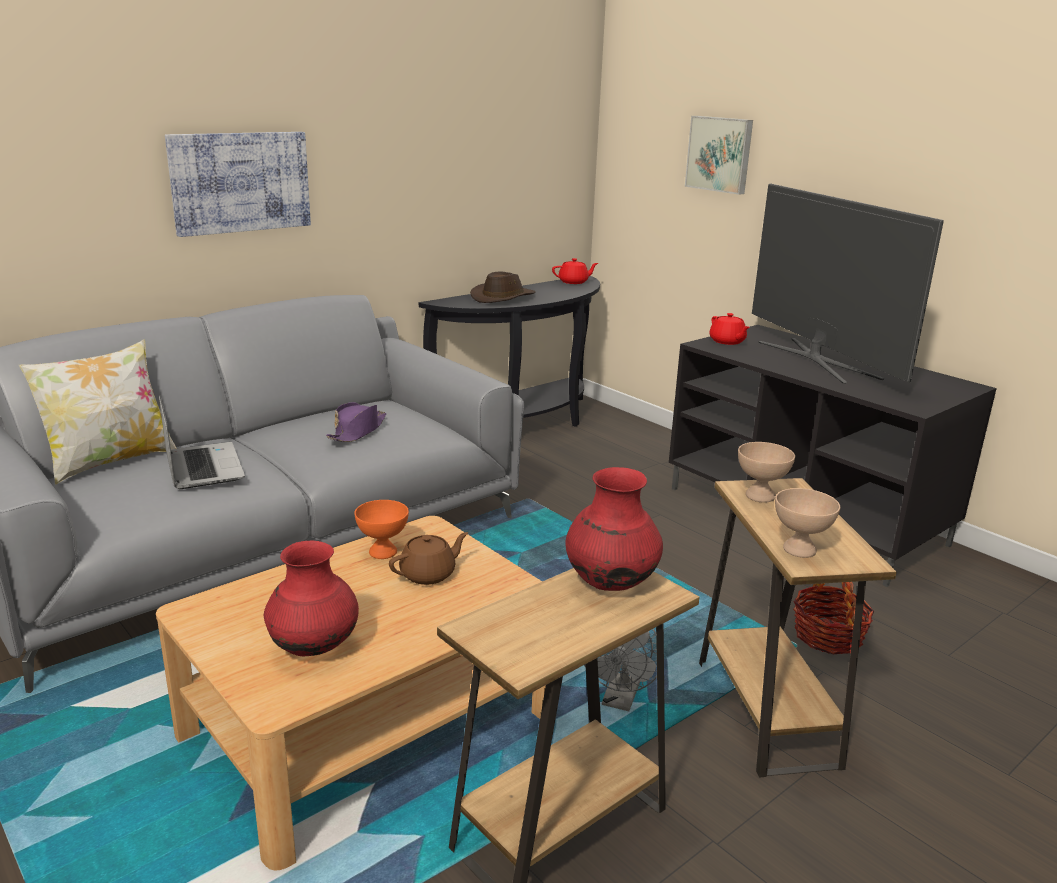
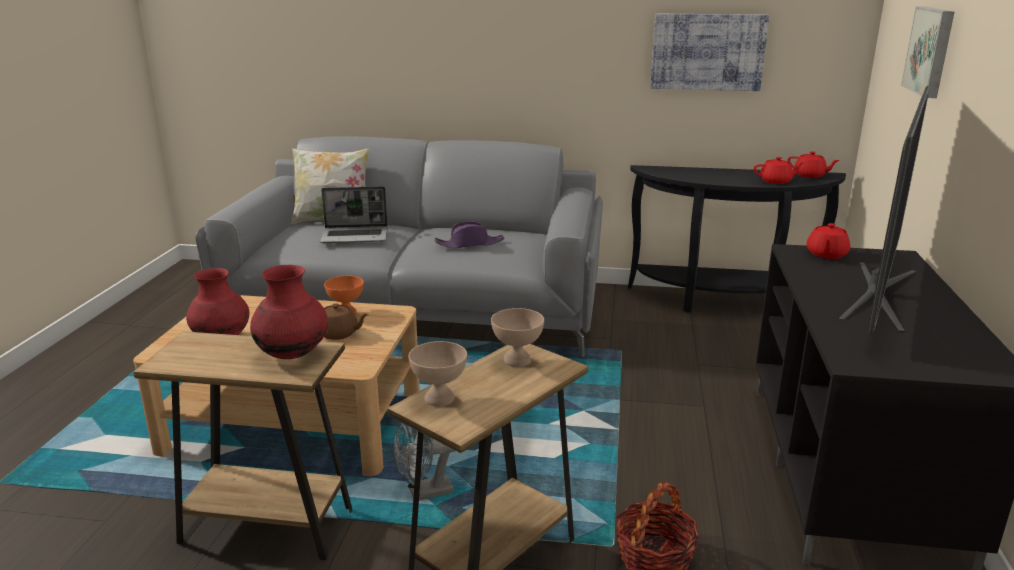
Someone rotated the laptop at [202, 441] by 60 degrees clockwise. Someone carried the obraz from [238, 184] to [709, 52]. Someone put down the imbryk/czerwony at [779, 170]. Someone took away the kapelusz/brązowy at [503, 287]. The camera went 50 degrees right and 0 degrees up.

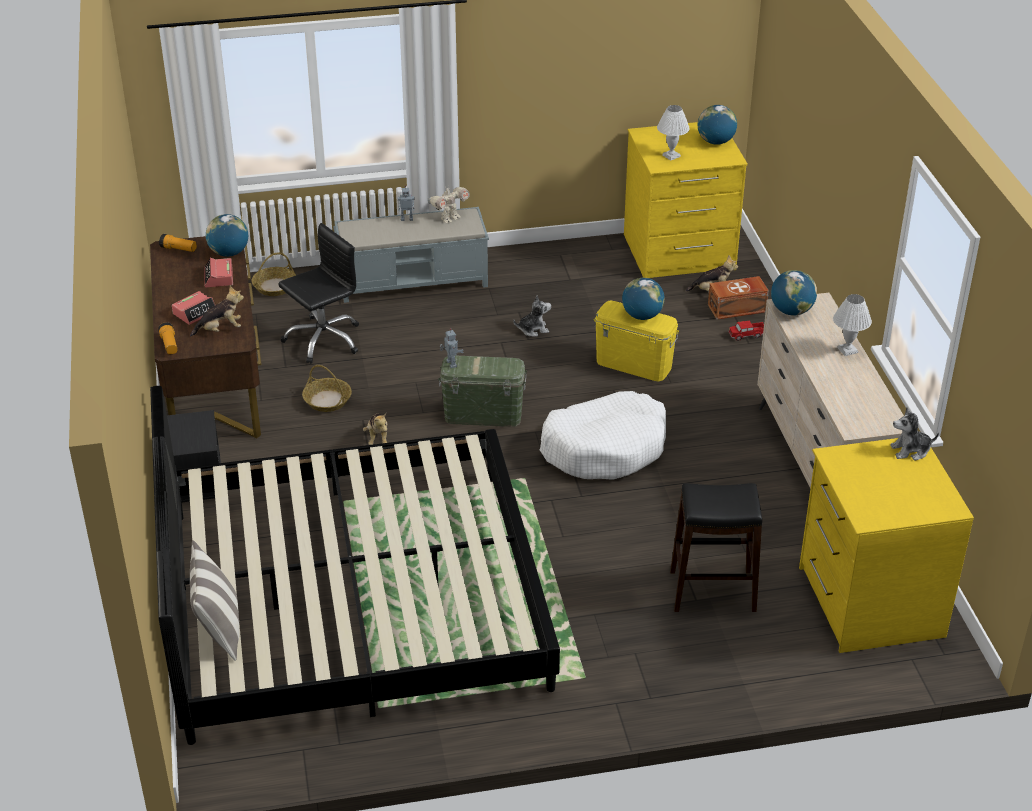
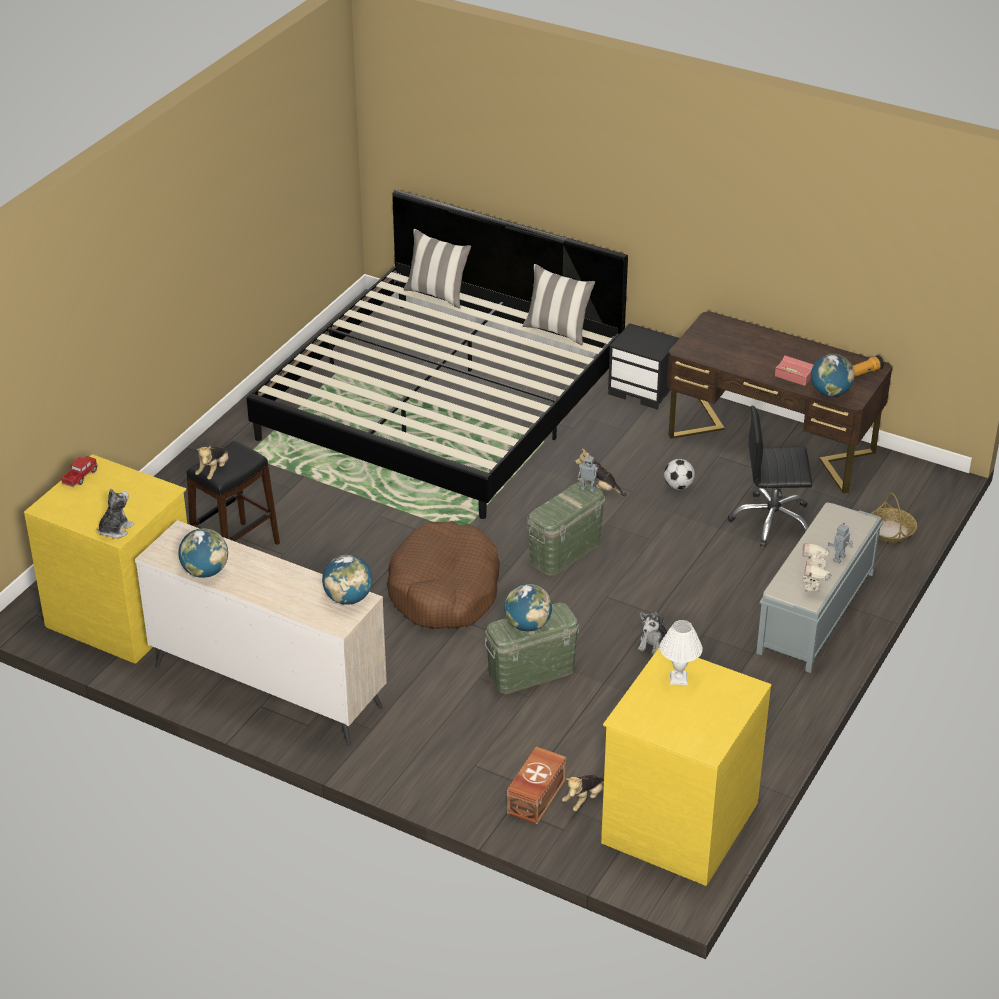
Someone carried the ciężarówka zabawkowa from [746, 331] to [79, 471]. Someone carried the globus from [717, 125] to [203, 553]. Someone carried the pluszak from [217, 311] to [211, 463]. Someone repainted the legowisko/biały at [603, 435], which became the legowisko/brązowy at [443, 575]. Someone repainted the pojemnik do przechowywania/żółty at [636, 341], which became the pojemnik do przechowywania/zielony at [532, 648]. Someone put down the poduszka at [559, 304]. Someone swapped the koszyk at [327, 388] for the piłka futbolowa at [679, 474]. Someone rotated the krzesło biurowe/czarny at [318, 293] by 90 degrees clockwise. Someone took away the latarka at [167, 338]. Someone took away the budzik at [193, 308]. Someone took away the lampa stołowa/biały at [852, 325]. The camera went 130 degrees right and 0 degrees up.

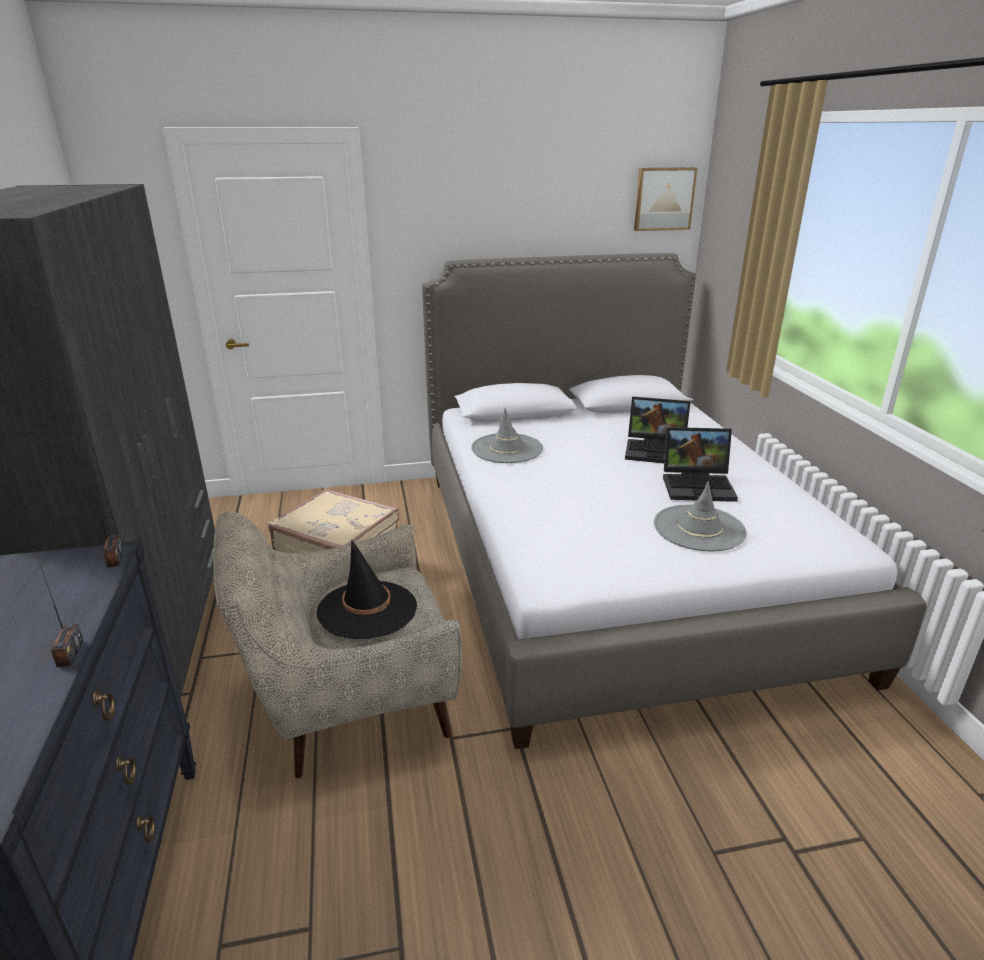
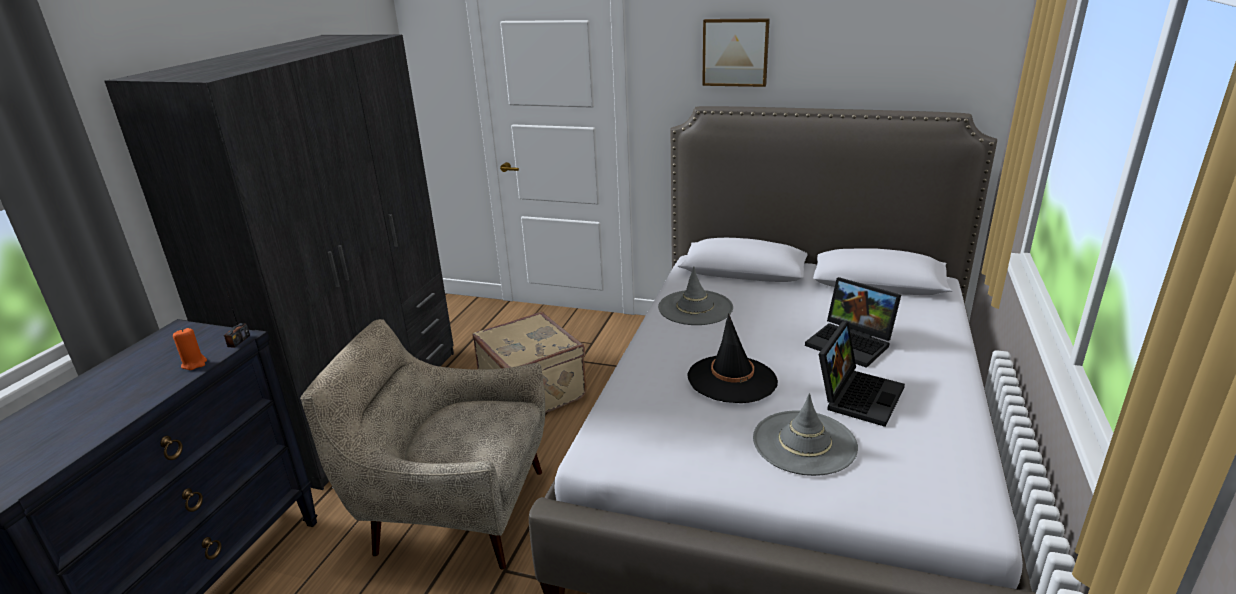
Someone put down the świeca/pomarańczowy at [190, 349]. Someone carried the kapelusz/czarny from [367, 589] to [732, 358]. Someone carried the obraz from [665, 199] to [736, 52]. Someone rotated the laptop at [700, 464] by 90 degrees counterclockwise. Someone took away the radio at [61, 614]. The camera went 30 degrees right and 0 degrees up.

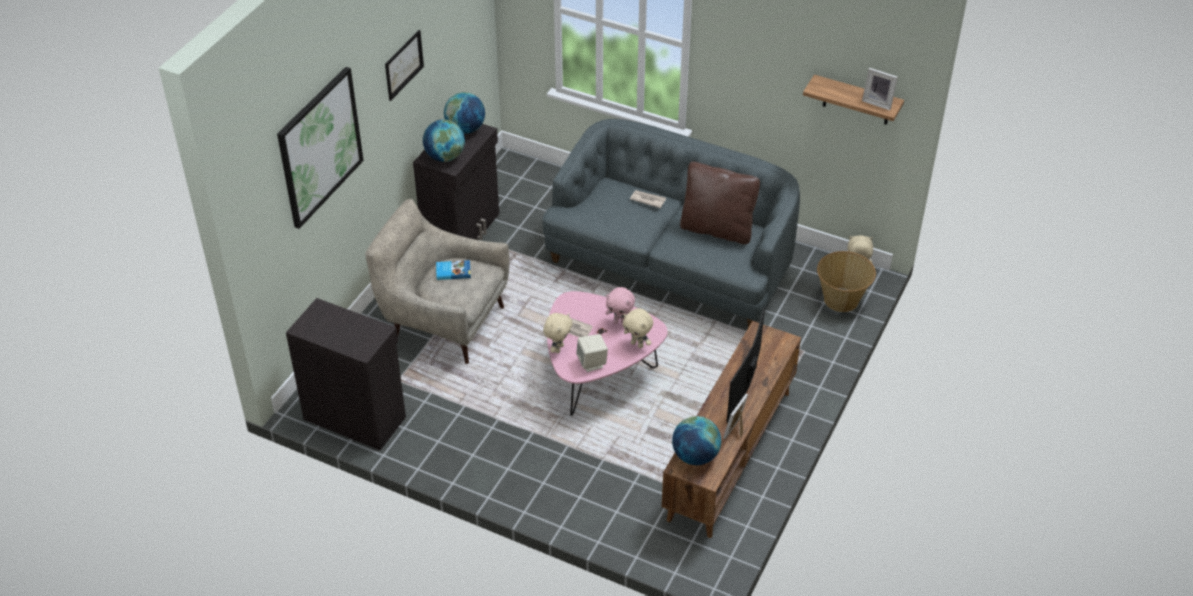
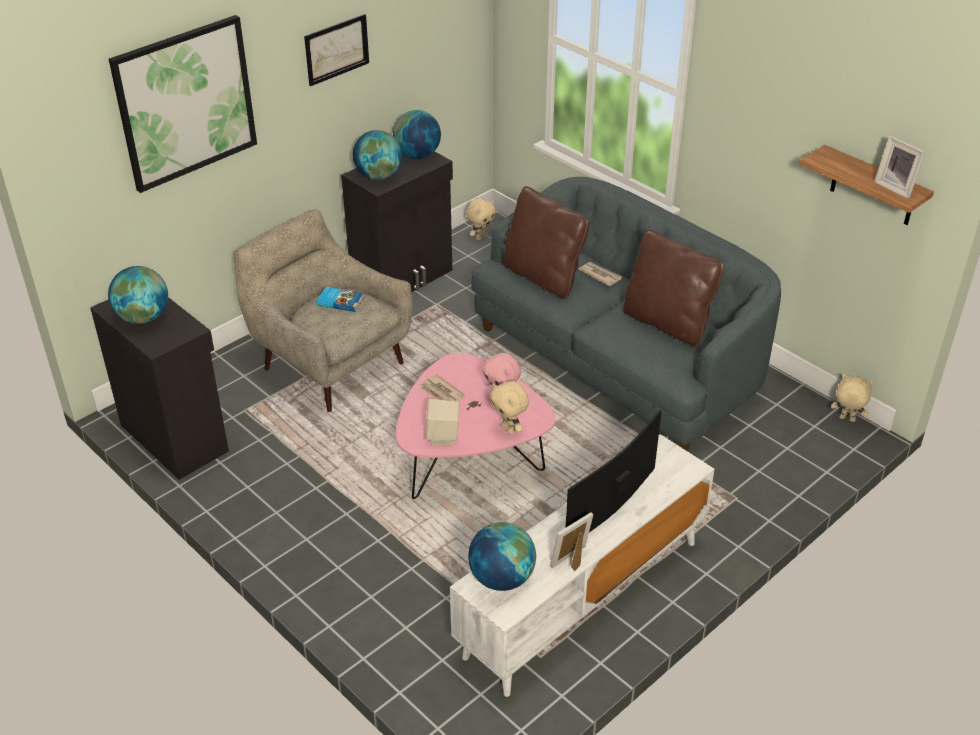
Someone put down the globus at [138, 295]. Someone repainted the szafka pod telewizor/brązowy at [731, 429], which became the szafka pod telewizor/biały at [582, 565]. Someone carried the pluszak/beżowy from [558, 333] to [481, 219]. Someone put down the poduszka/brązowy at [546, 242]. Someone took away the koszyk at [846, 281]. The camera went 20 degrees right and 5 degrees down.

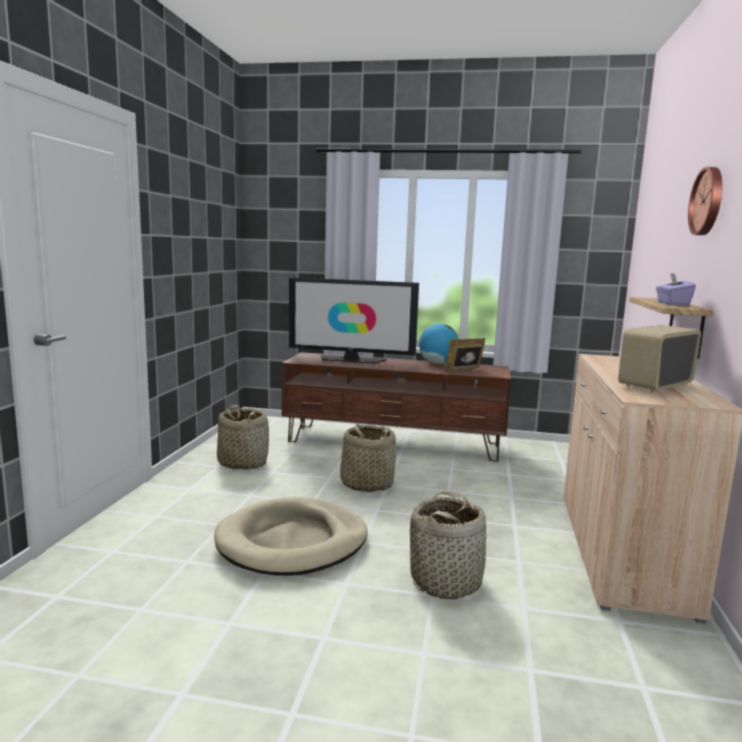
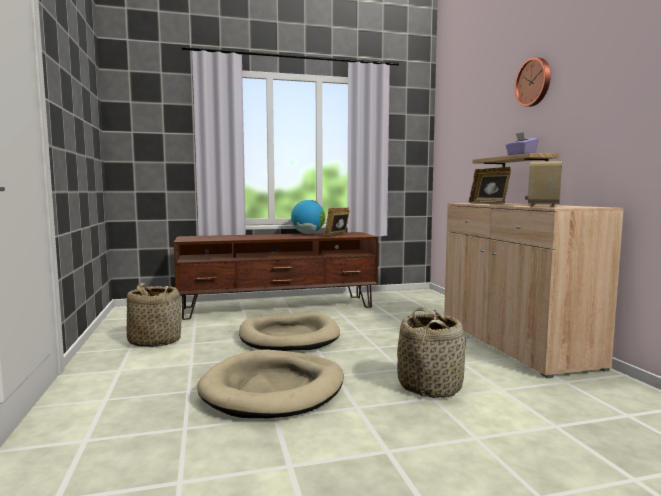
Someone swapped the koszyk at [368, 457] for the legowisko/beżowy at [289, 331]. Someone put down the ramka na zdjęcie at [490, 186]. Someone took away the telewizor at [354, 320]. The camera went 25 degrees left and 5 degrees down.

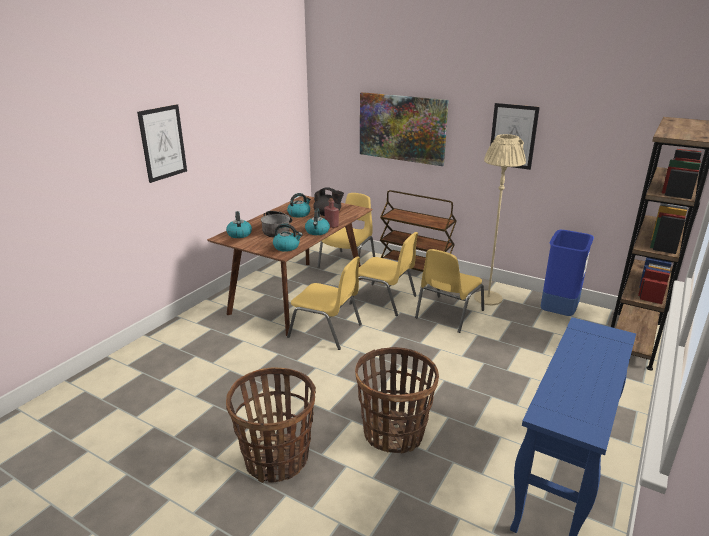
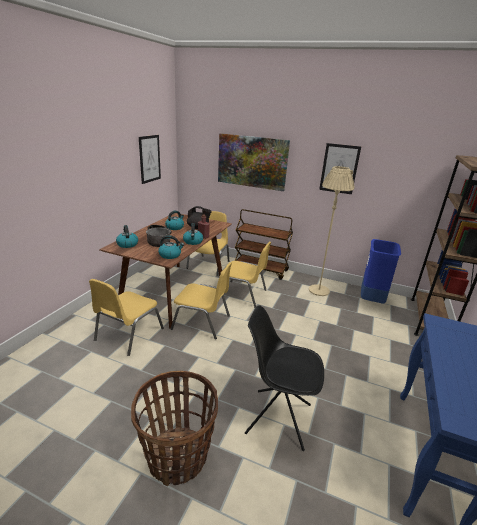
Someone carried the krzesło/żółty from [449, 291] to [126, 317]. Someone carried the obraz from [162, 143] to [150, 159]. Someone swapped the koszyk at [397, 400] for the krzesło/czarny at [284, 378]. The camera went 10 degrees left and 0 degrees up.

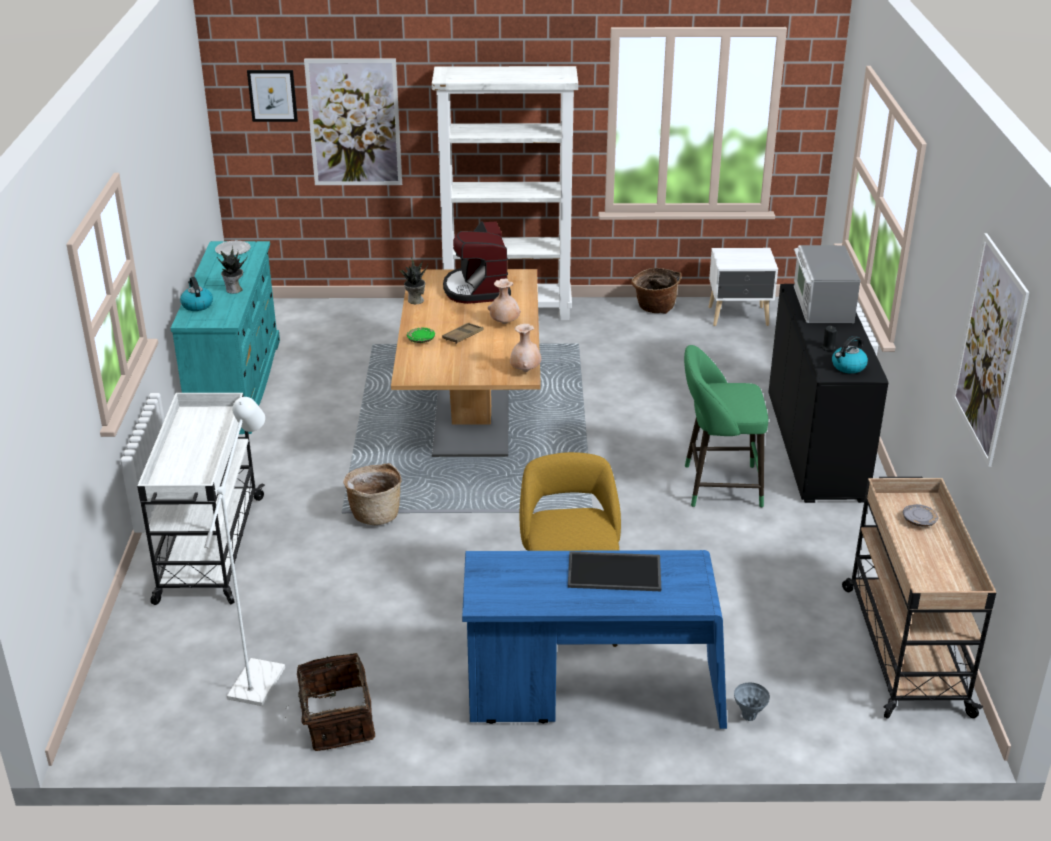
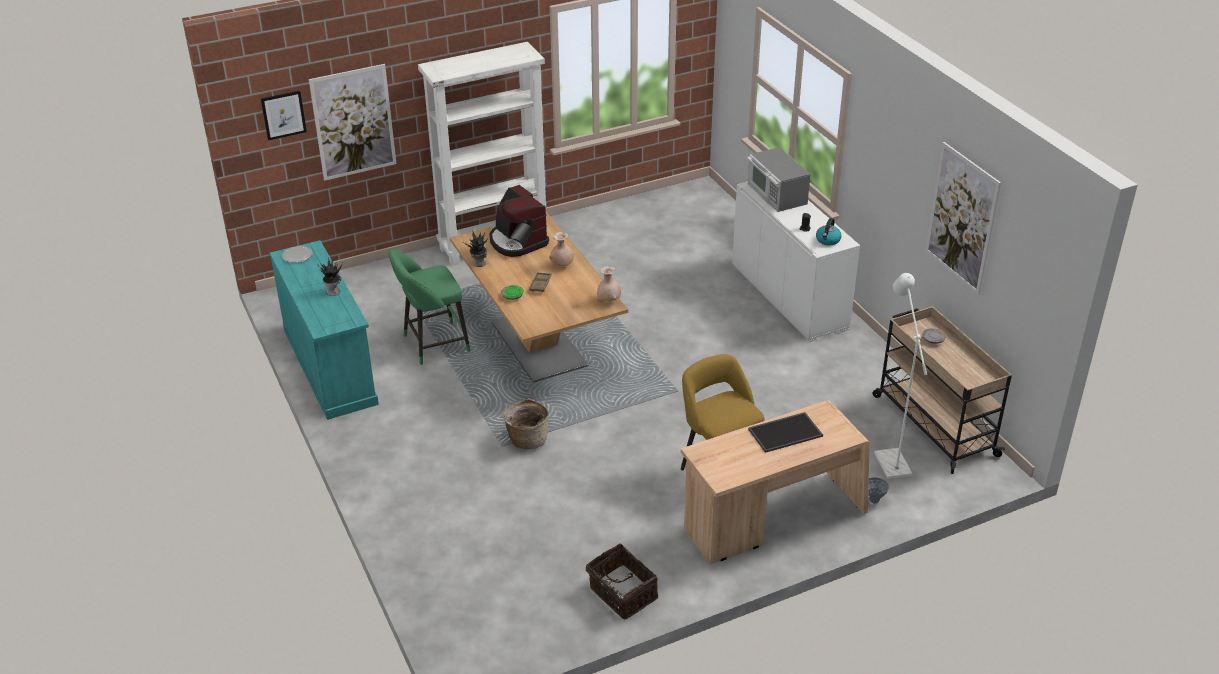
Someone carried the stołek/zielony from [726, 426] to [430, 307]. Someone repainted the biurko/niebieski at [594, 639], which became the biurko/beżowy at [775, 482]. Someone repainted the szafka/czarny at [828, 393], which became the szafka/biały at [796, 261]. Someone carried the lampa stojąca/biały from [244, 551] to [900, 376]. Someone took away the wózek/biały at [201, 499]. Someone took away the czajnik at [196, 294]. Someone took away the koszyk at [656, 291]. Someone took away the szafka nocna/biały at [743, 287]. The camera went 25 degrees left and 5 degrees up.

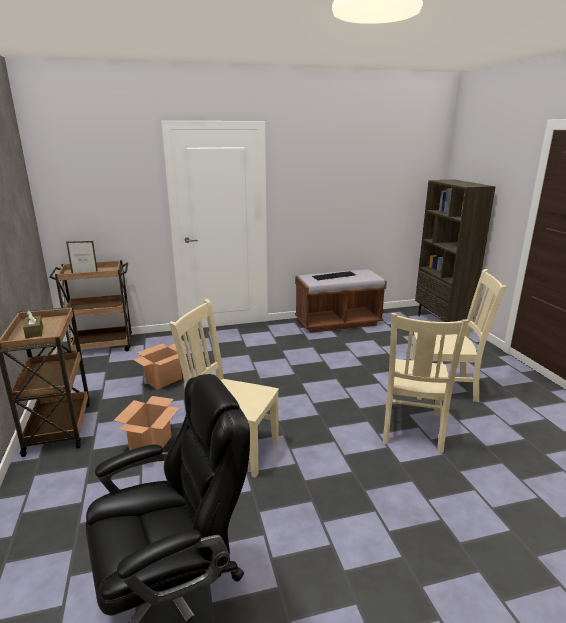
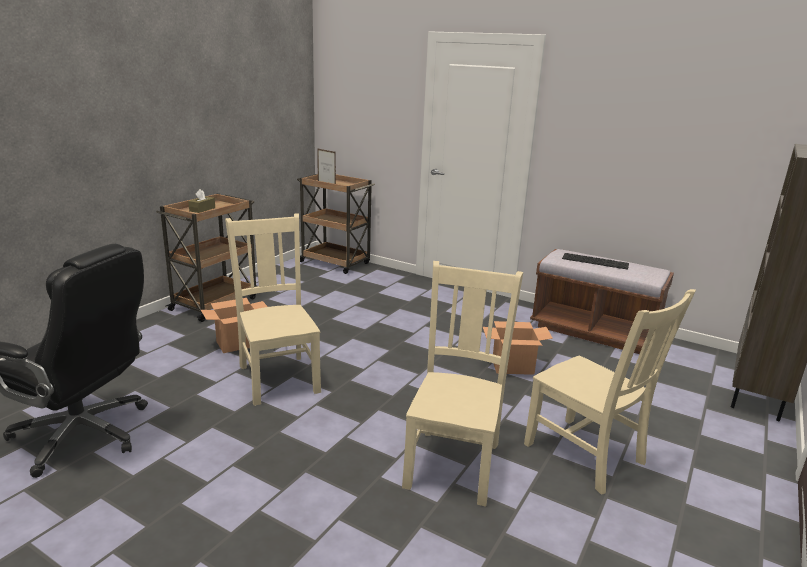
Someone rotated the krzesło/beżowy at [426, 383] by 135 degrees clockwise. Someone carried the karton from [159, 366] to [518, 348]. The camera went 45 degrees right and 0 degrees up.

